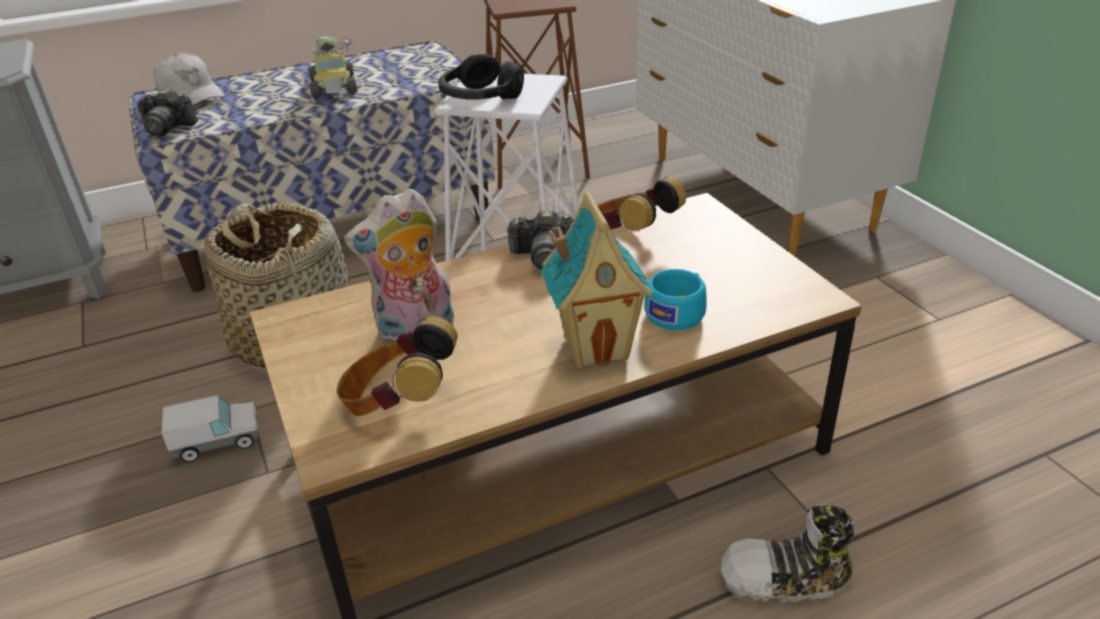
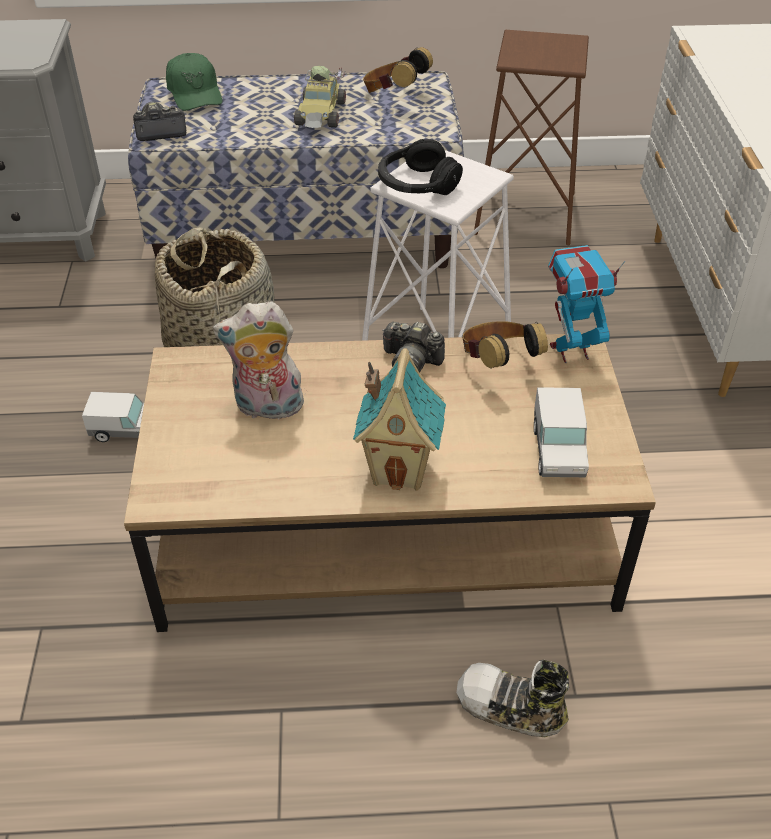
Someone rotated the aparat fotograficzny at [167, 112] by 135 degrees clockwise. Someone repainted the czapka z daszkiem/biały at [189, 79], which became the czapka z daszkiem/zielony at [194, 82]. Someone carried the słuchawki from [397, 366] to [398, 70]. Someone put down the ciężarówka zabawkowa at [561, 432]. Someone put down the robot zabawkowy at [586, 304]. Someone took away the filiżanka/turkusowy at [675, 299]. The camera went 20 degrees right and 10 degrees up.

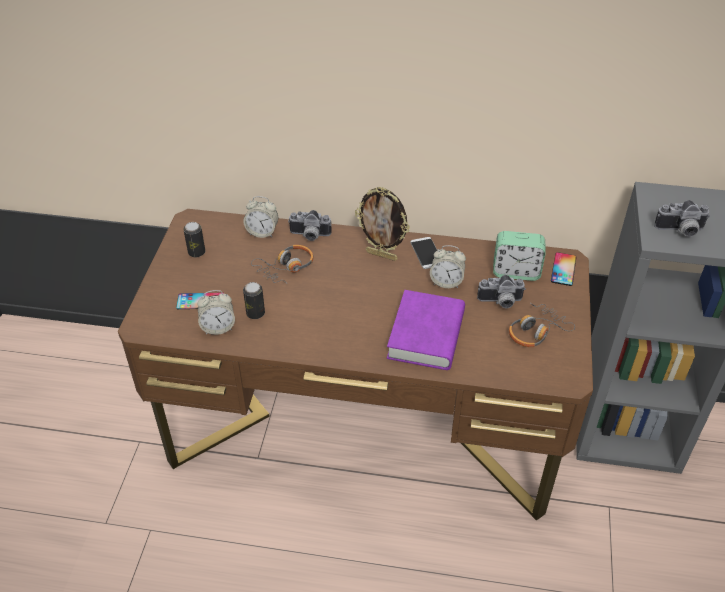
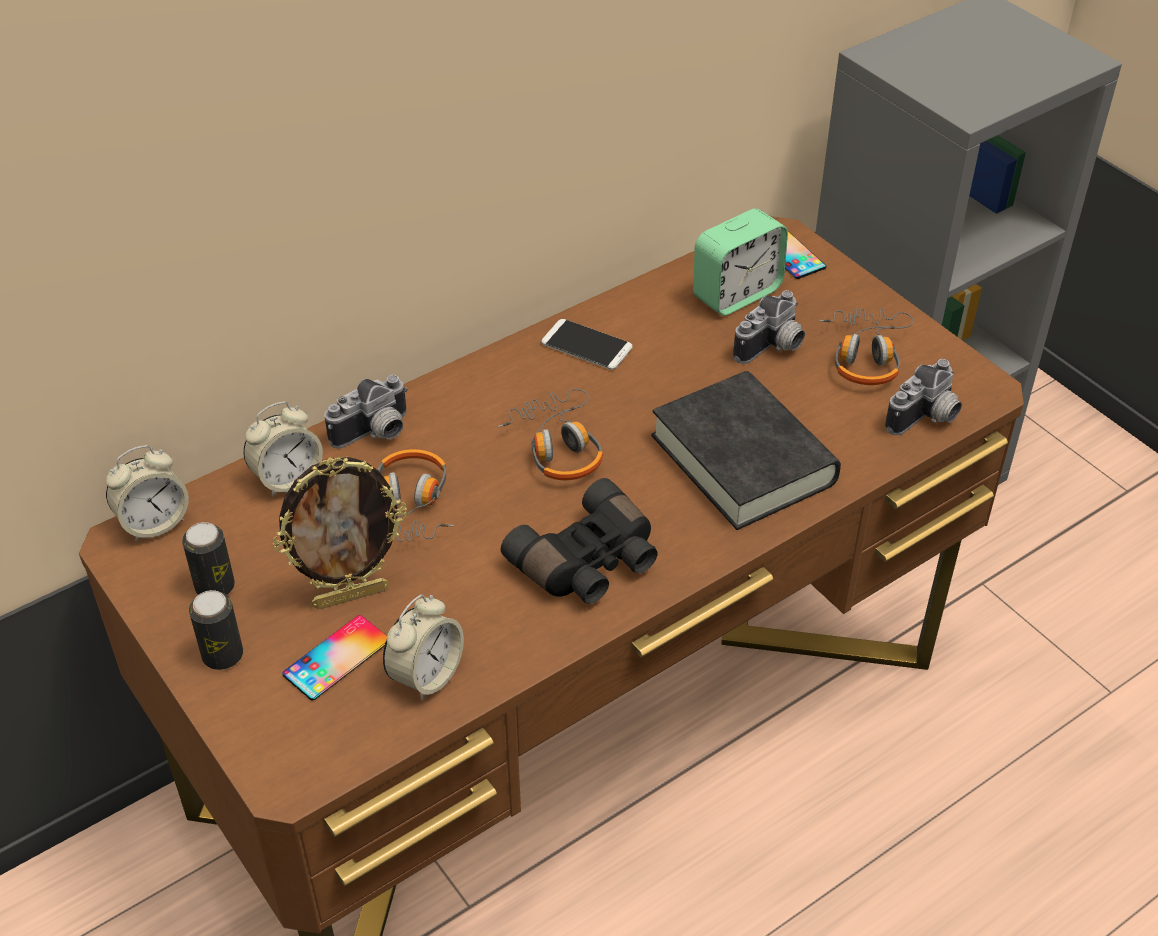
Someone carried the budzik from [448, 266] to [147, 493]. Someone carried the puszka from [254, 300] to [216, 630]. Someone carried the ramka na zdjęcie from [382, 224] to [340, 533]. Someone put down the słuchawki at [550, 434]. Someone put down the lornetka/czarny at [579, 541]. Someone repainted the książka/fioletowy at [426, 330], which became the książka/czarny at [746, 450]. Someone carried the aparat fotograficzny from [682, 218] to [923, 397]. The camera went 45 degrees left and 0 degrees up.

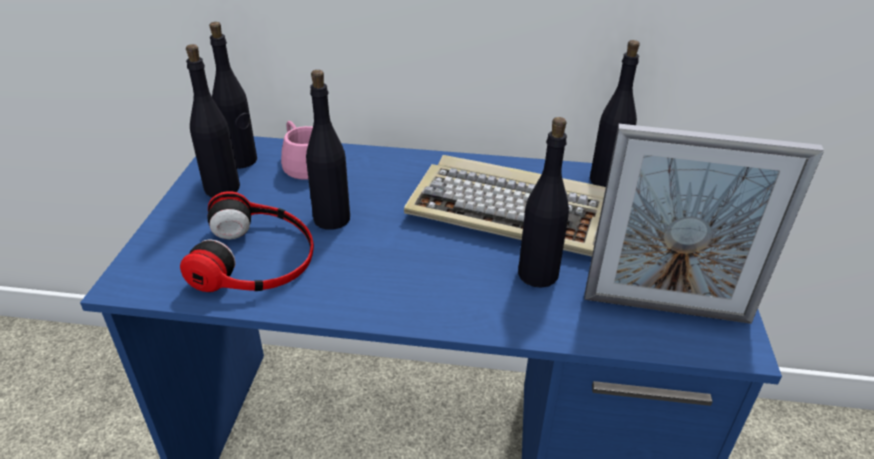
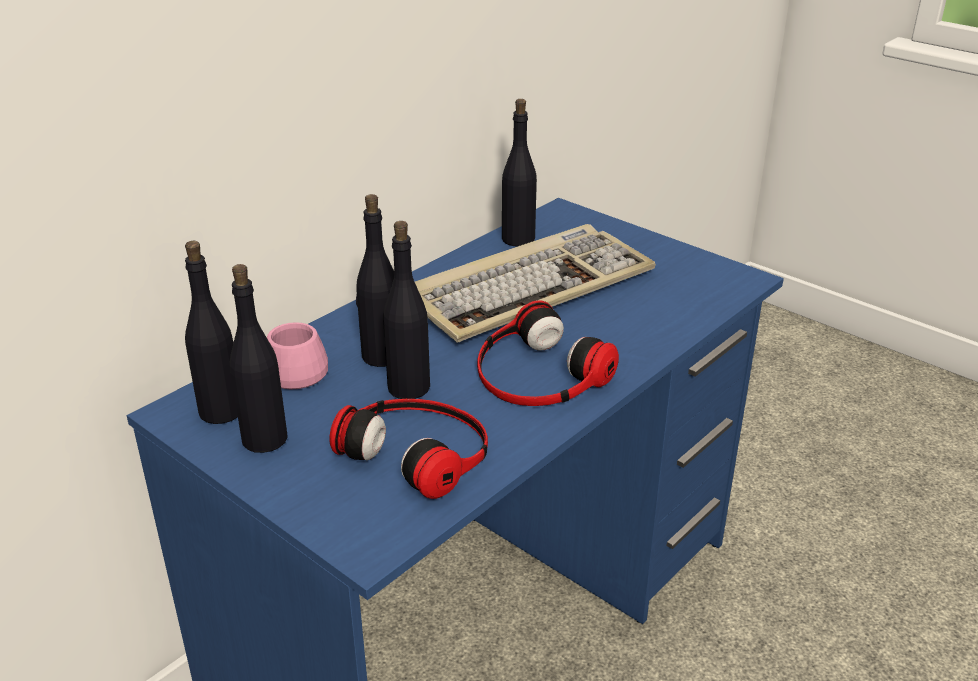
Someone carried the butelka/czarny from [543, 202] to [375, 280]. Someone put down the słuchawki at [548, 353]. Someone took away the ramka na zdjęcie at [704, 224]. The camera went 55 degrees left and 5 degrees down.

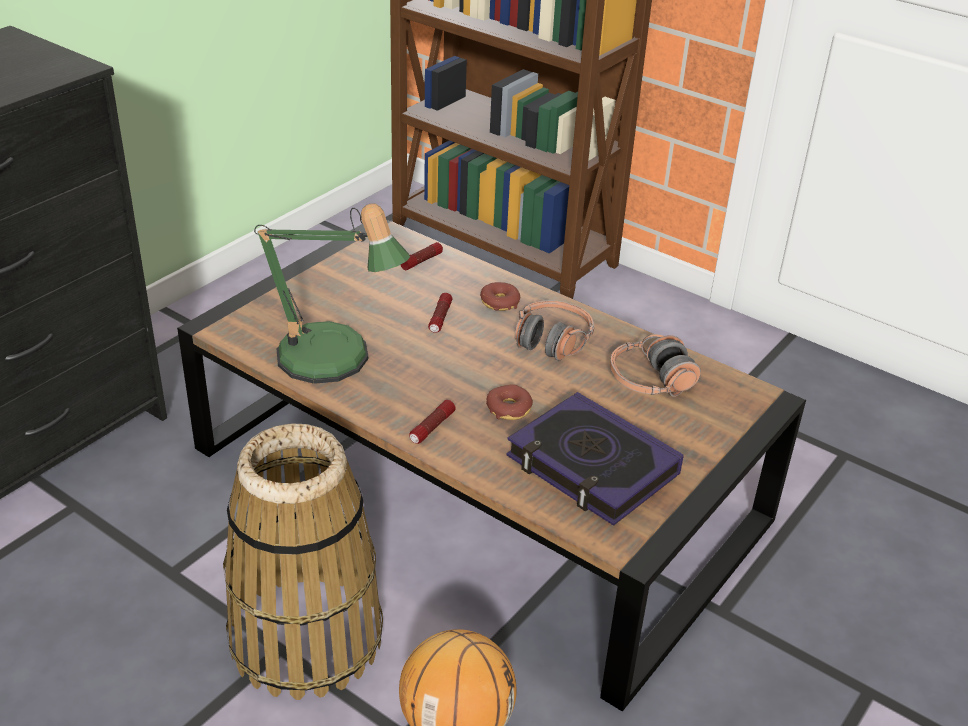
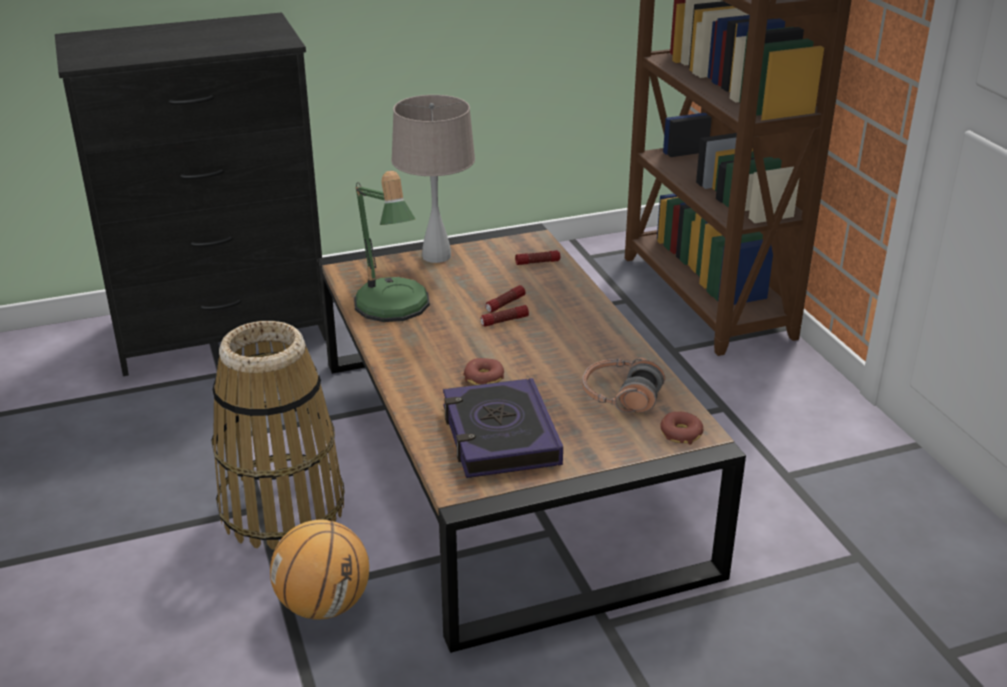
Someone put down the lampa stołowa/beżowy at [433, 179]. Someone carried the latarka from [432, 422] to [504, 316]. Someone carried the donut from [500, 296] to [682, 428]. Someone took away the słuchawki at [554, 330]. The camera went 35 degrees right and 5 degrees down.

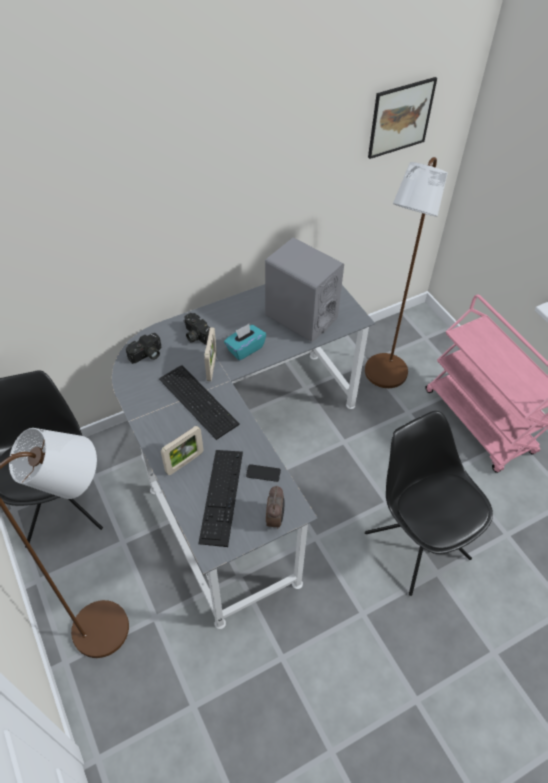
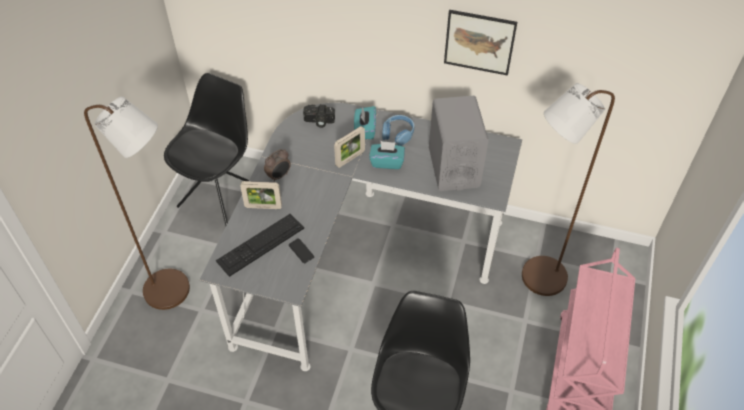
Someone carried the budzik from [275, 507] to [277, 165]. Someone swapped the aparat fotograficzny at [197, 329] for the pudełko chusteczek/turkusowy at [365, 122]. Someone put down the słuchawki/niebieski at [398, 130]. Someone carried the obraz from [402, 118] to [480, 43]. Someone took away the klawiatura at [199, 402]. The camera went 45 degrees right and 0 degrees up.

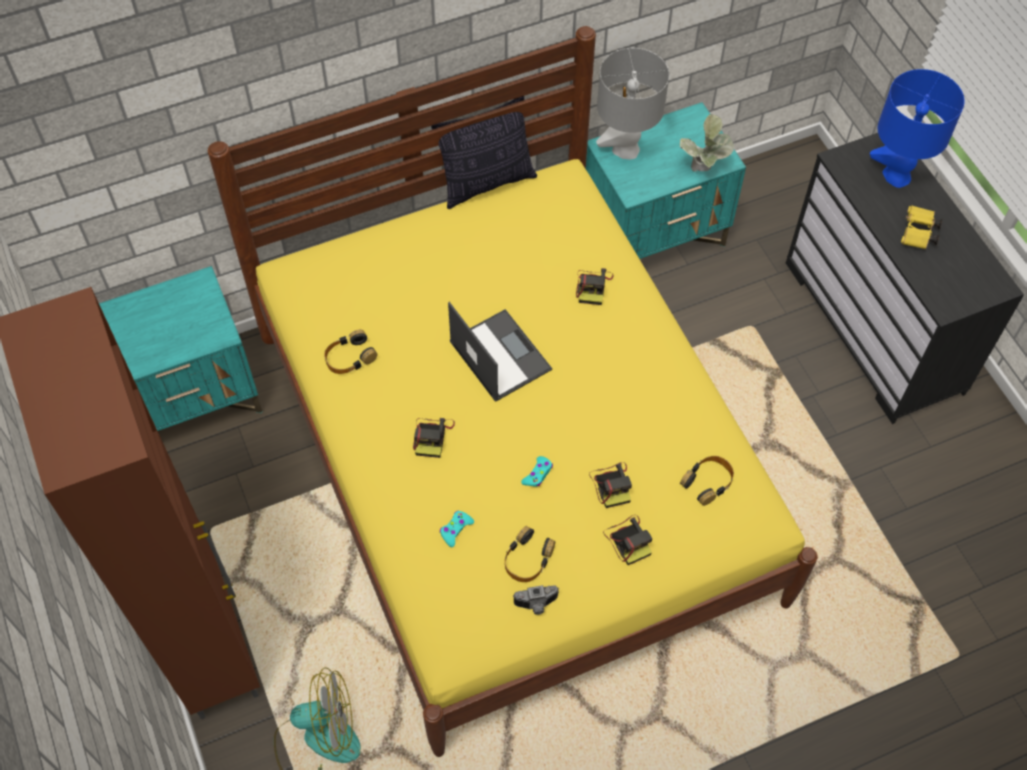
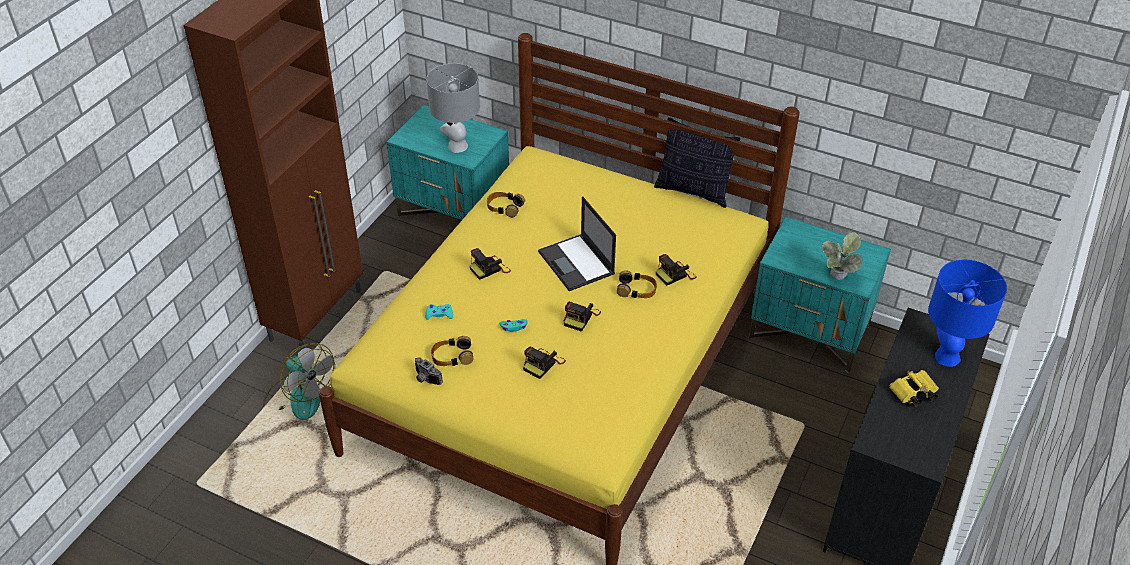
Someone carried the lampa stołowa/szary from [632, 103] to [453, 108]. Someone rotated the laptop at [500, 352] by 135 degrees clockwise. Someone carried the aparat fotograficzny from [627, 540] to [582, 317]. Someone carried the słuchawki from [707, 481] to [637, 284]. The camera went 50 degrees right and 15 degrees down.

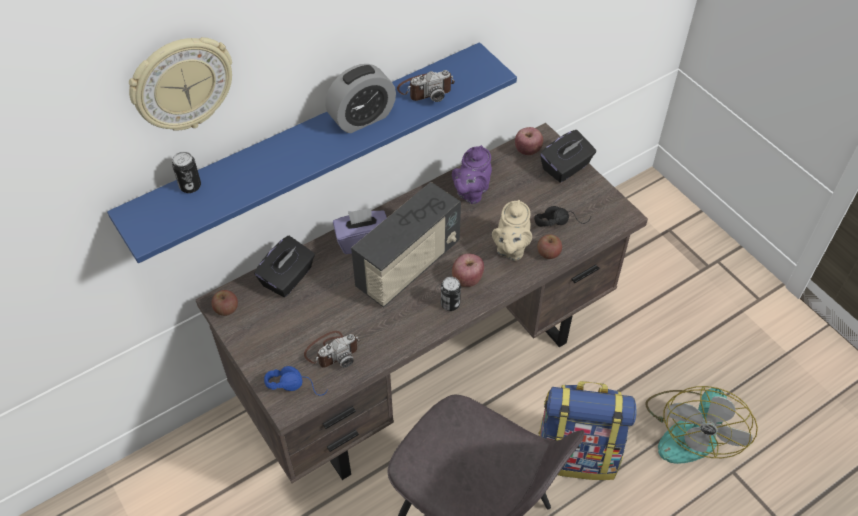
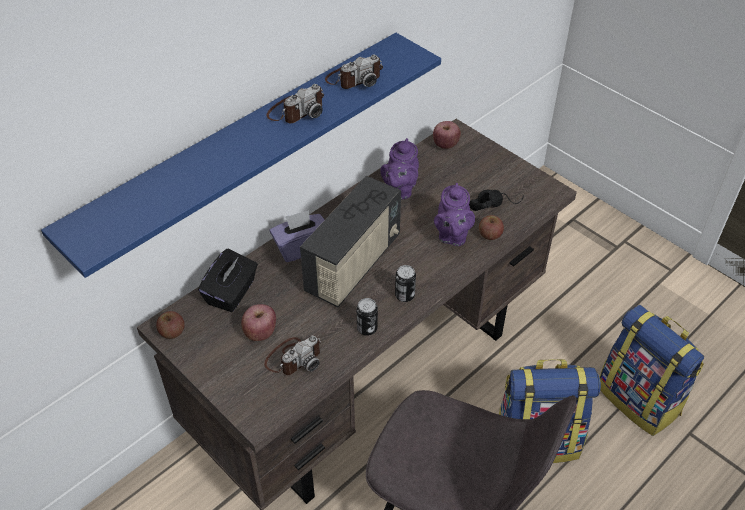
Someone carried the jabłko from [468, 270] to [258, 322]. Someone swapped the budzik at [360, 98] for the aparat fotograficzny at [295, 103]. Someone carried the puszka from [186, 172] to [367, 317]. Someone repainted the imbryk/beżowy at [512, 230], which became the imbryk/fioletowy at [454, 214]. Someone swapped the wentylator at [701, 425] for the plecak at [652, 370]. Someone took away the zegar ścienny at [180, 84]. Someone took away the słuchawki/niebieski at [296, 380]. Someone took away the pudełko chusteczek/czarny at [568, 156]. The camera went 10 degrees left and 5 degrees down.

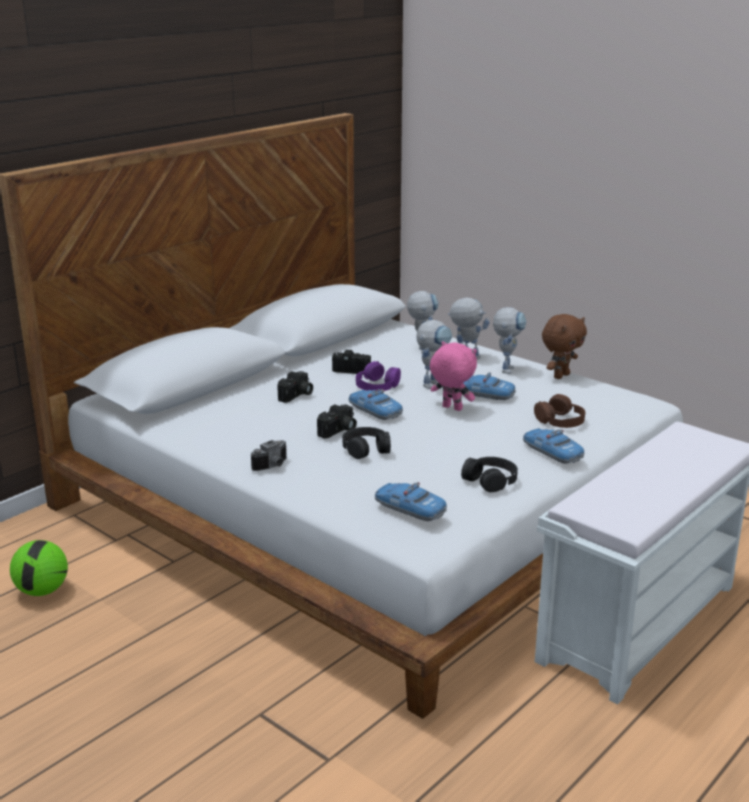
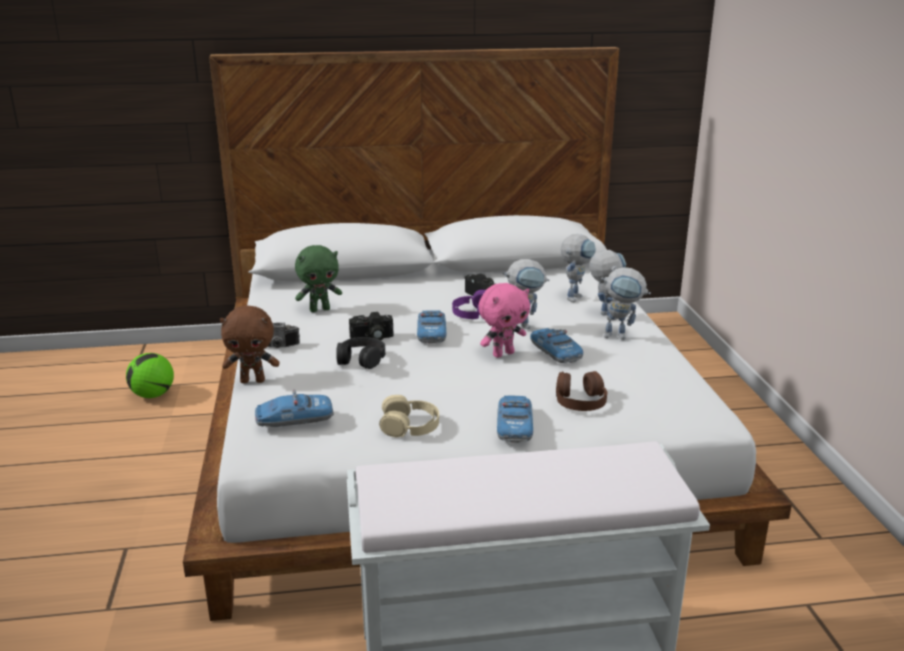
Someone carried the pluszak/brązowy from [564, 346] to [249, 344]. Someone rotated the samochodzik at [411, 501] by 90 degrees counterclockwise. Someone put down the pluszak/zielony at [318, 278]. Someone repainted the słuchawki/czarny at [489, 474], which became the słuchawki/beżowy at [409, 416]. Someone rotated the pluszak/różowy at [453, 376] by 75 degrees clockwise. Someone rotated the robot zabawkowy at [509, 340] by 45 degrees clockwise. Someone took away the aparat fotograficzny at [295, 387]. The camera went 40 degrees right and 0 degrees up.

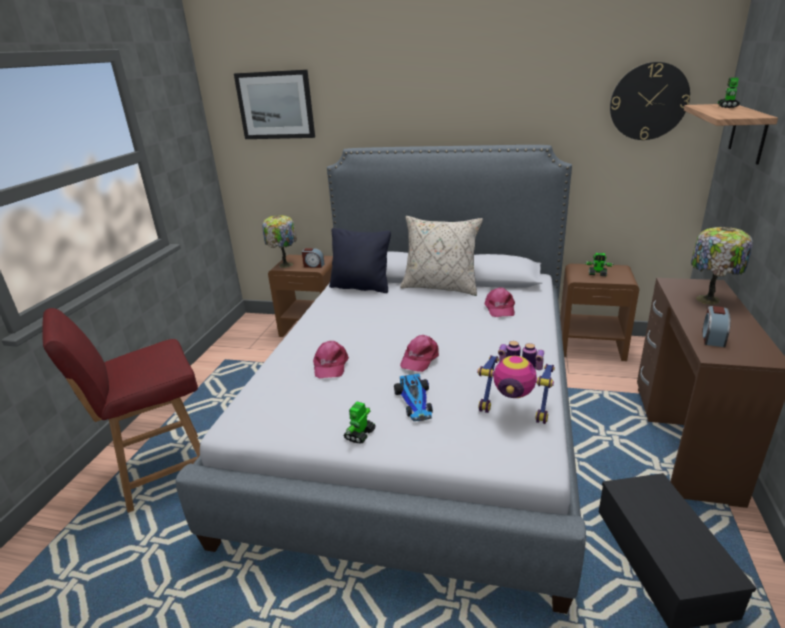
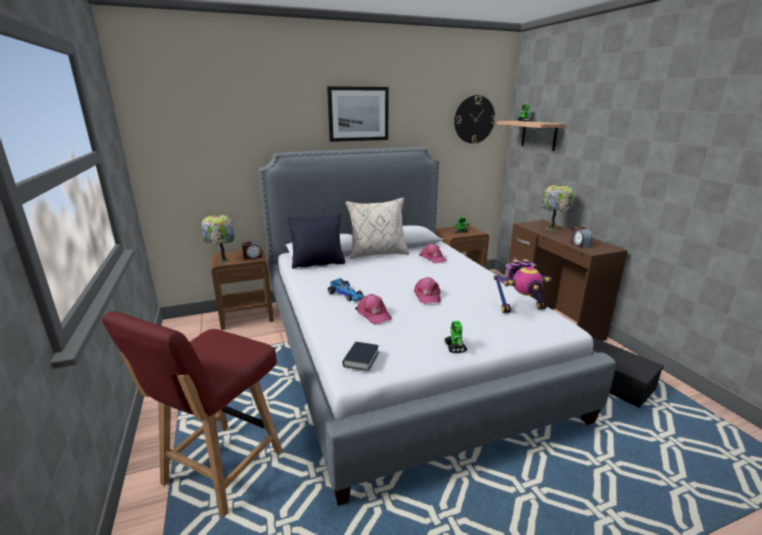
Someone carried the obraz from [274, 104] to [358, 114]. Someone carried the samochodzik from [413, 397] to [346, 290]. Someone put down the książka at [361, 356]. The camera went 35 degrees left and 5 degrees down.

